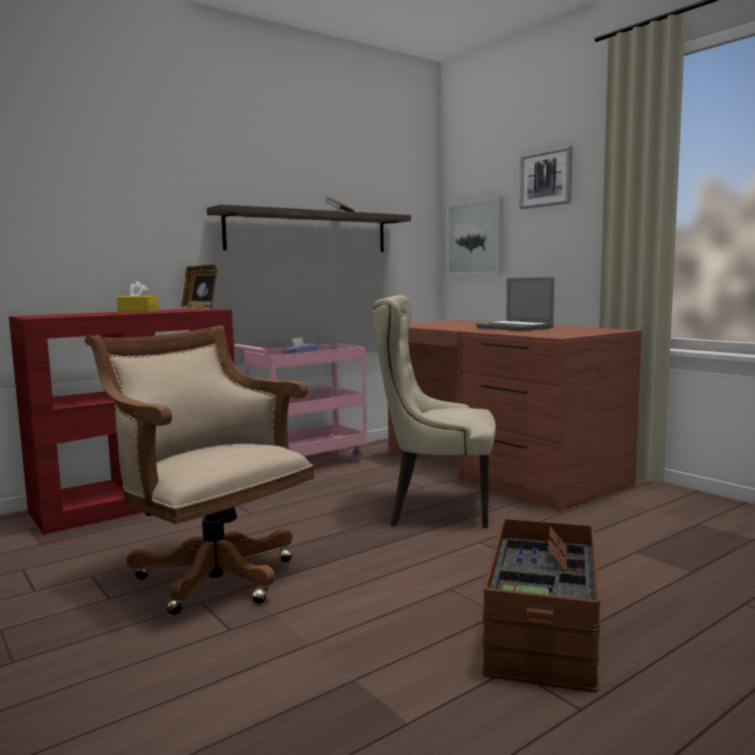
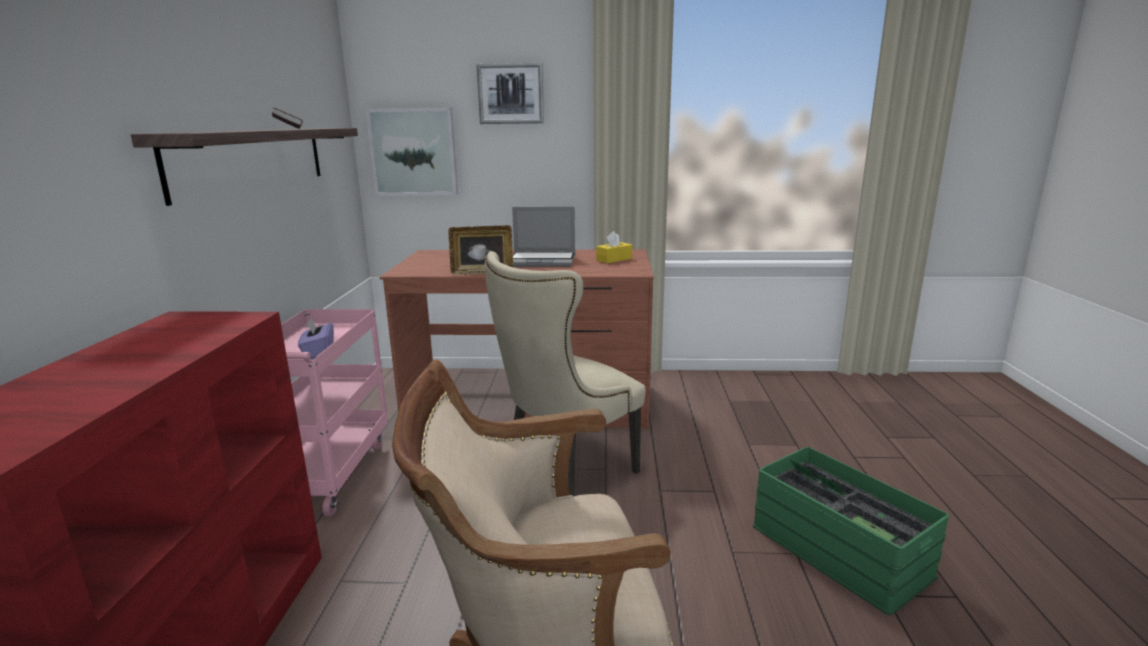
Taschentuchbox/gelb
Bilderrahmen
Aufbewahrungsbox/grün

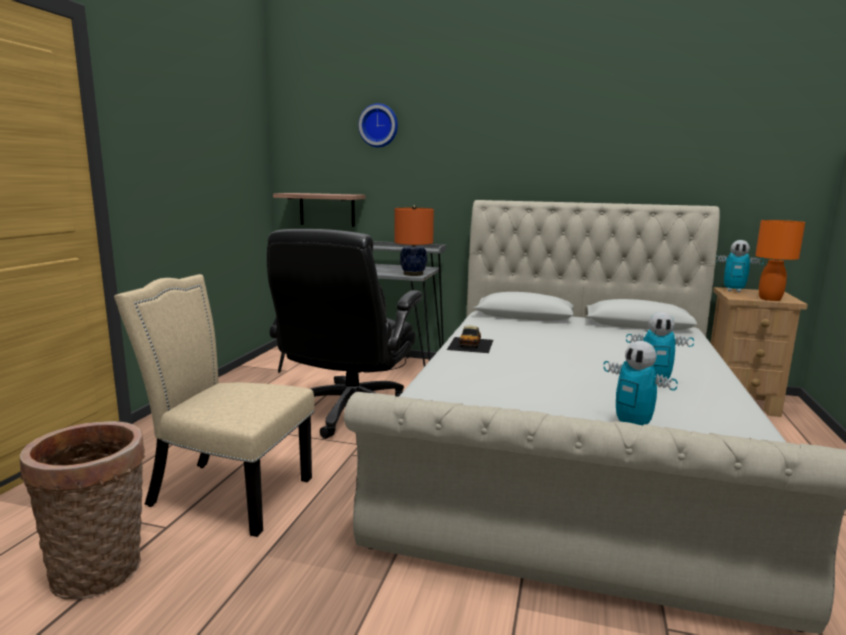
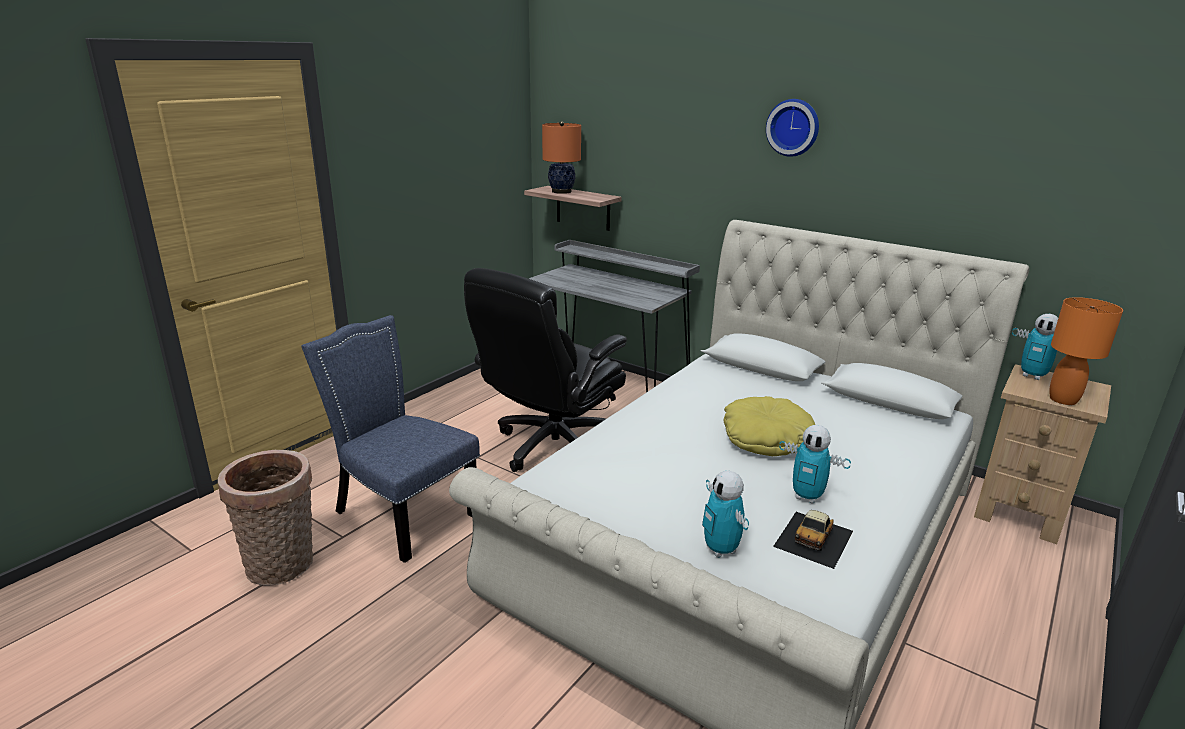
Kissen/gelb
Wanduhr
Tischlampe/orange (no. 1 from left)
Spielzeugauto
Stuhl/blau

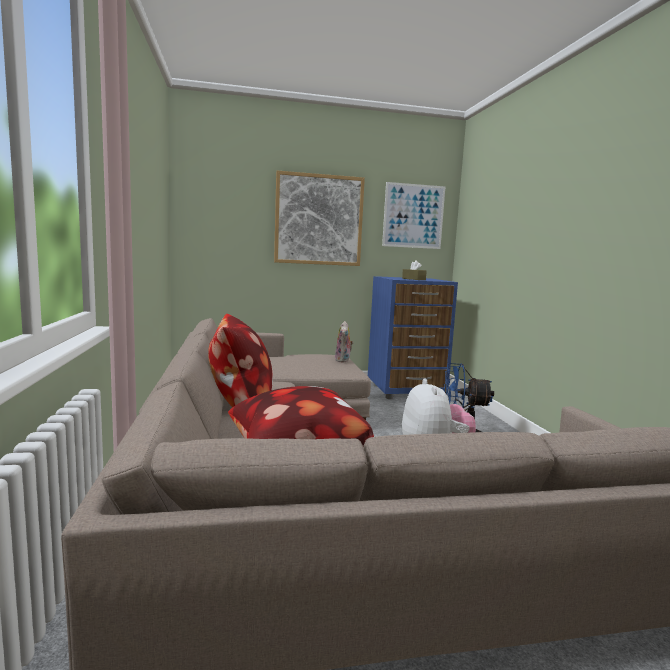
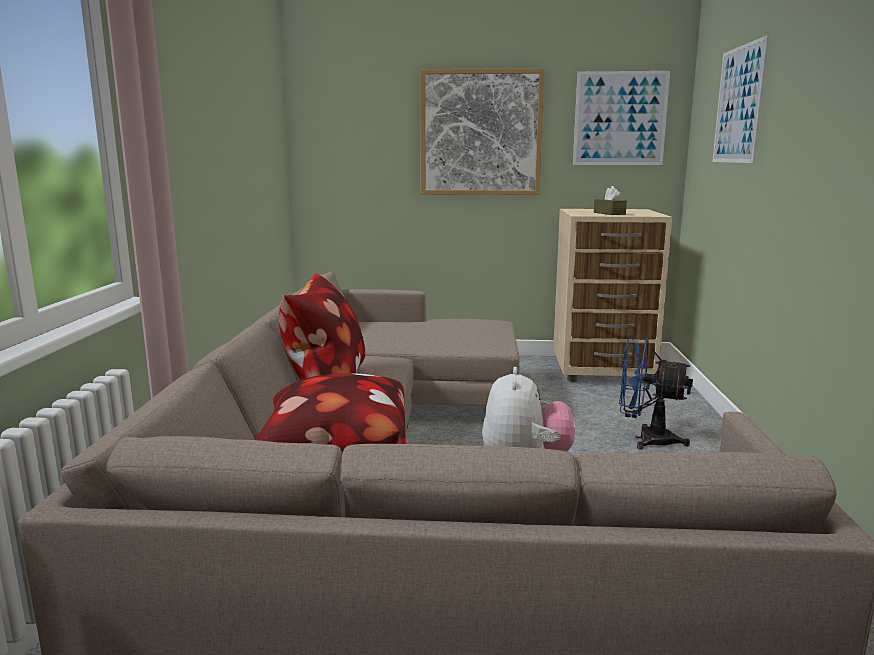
Plüschtier (no. 1 from left in the first image)
Bild (no. 3 from left)
Kommode/beige

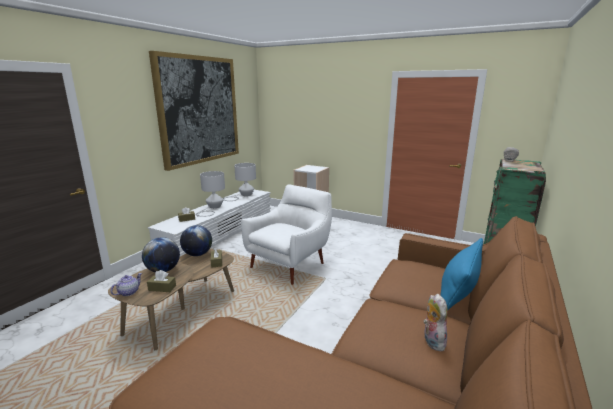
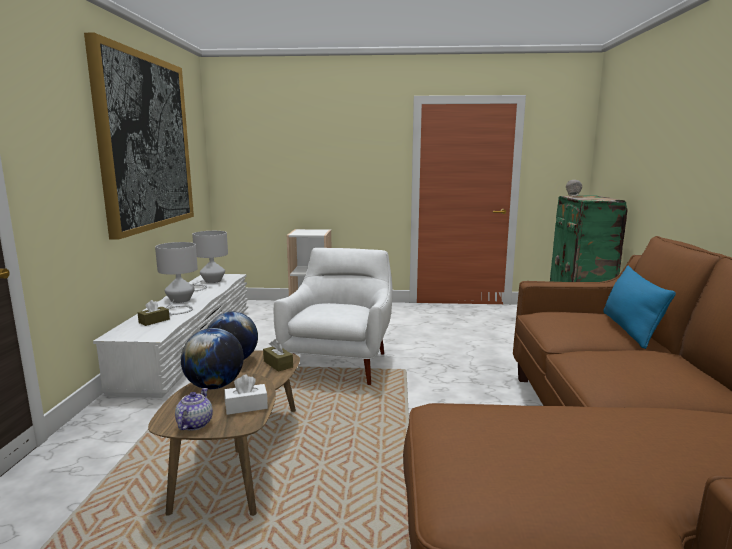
Plüschtier
Taschentuchbox/weiß

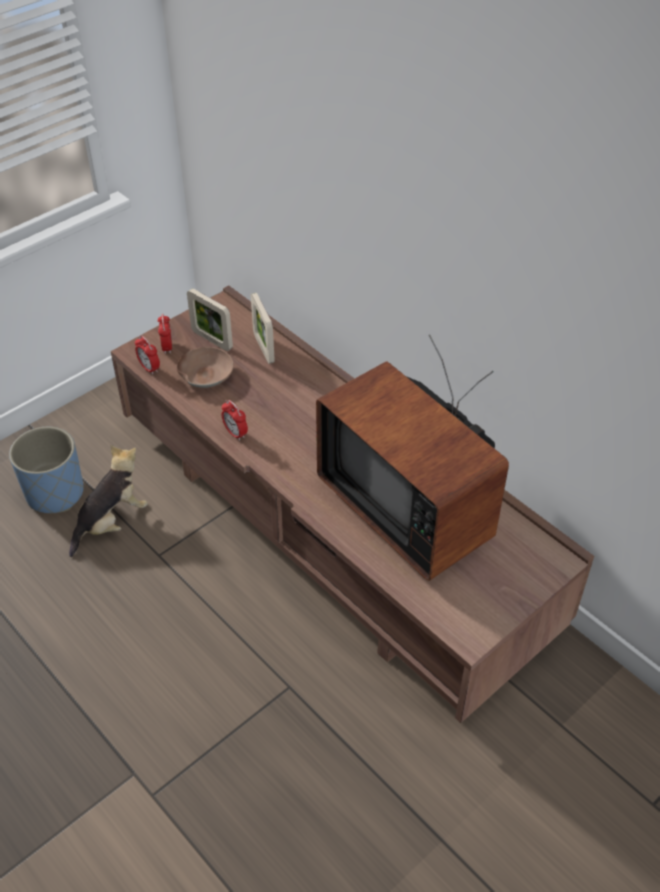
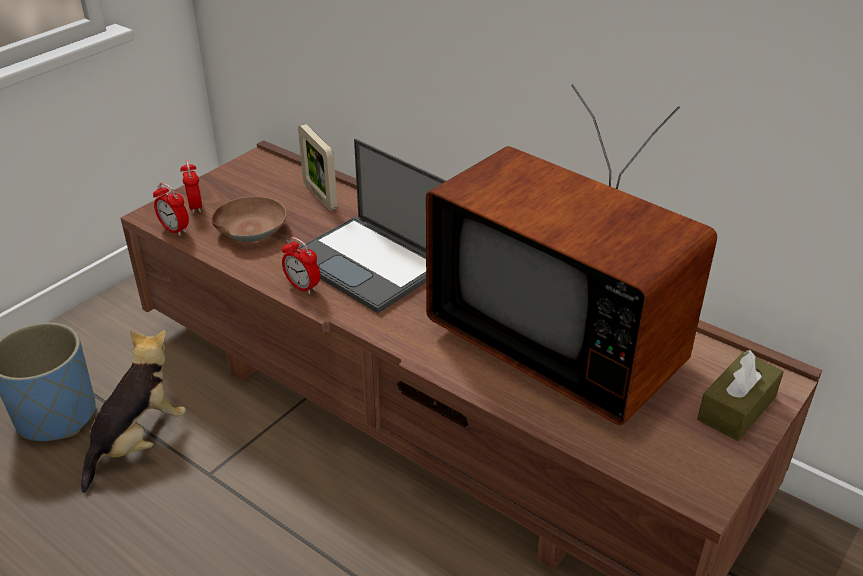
Bilderrahmen (no. 1 from left in the first image)
Laptop
Taschentuchbox/braun

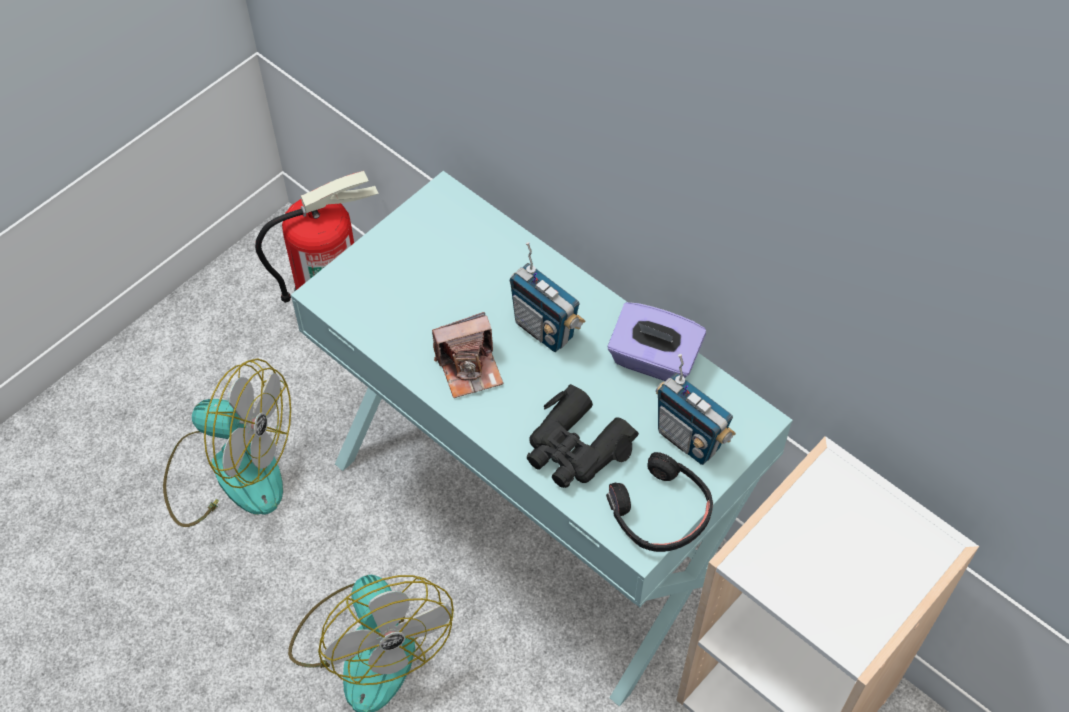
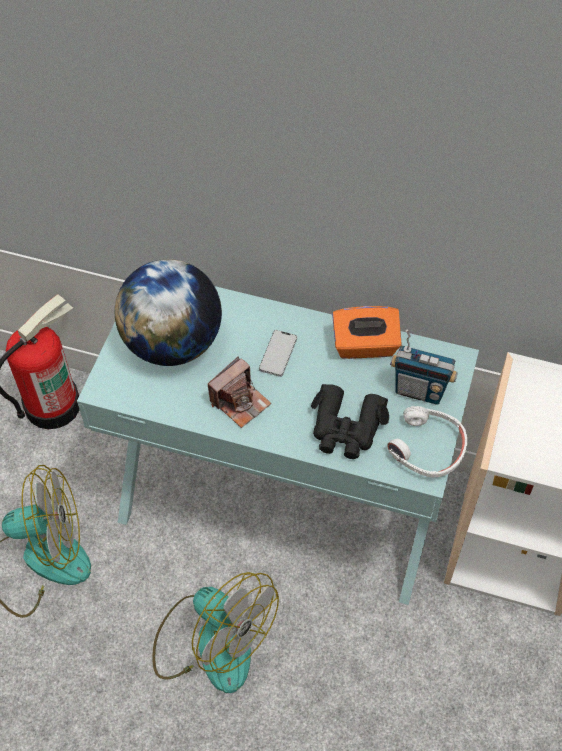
Globus
Handy
Kopfhörer/weiß
Taschentuchbox/orange

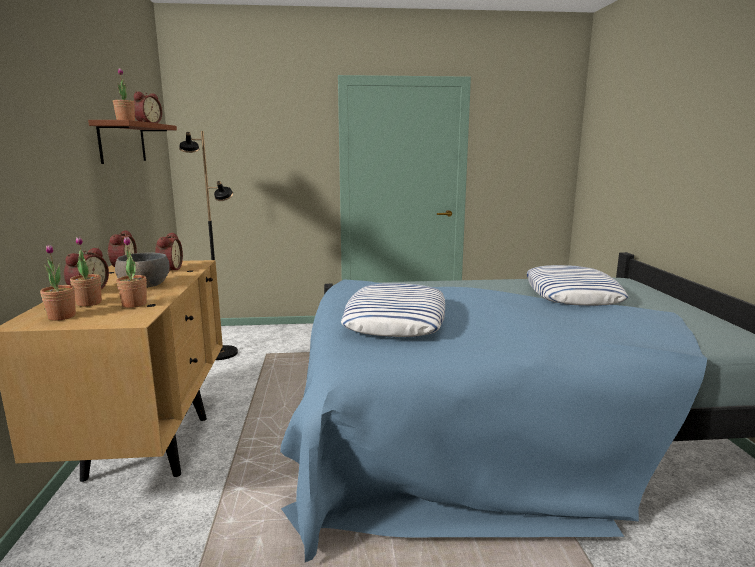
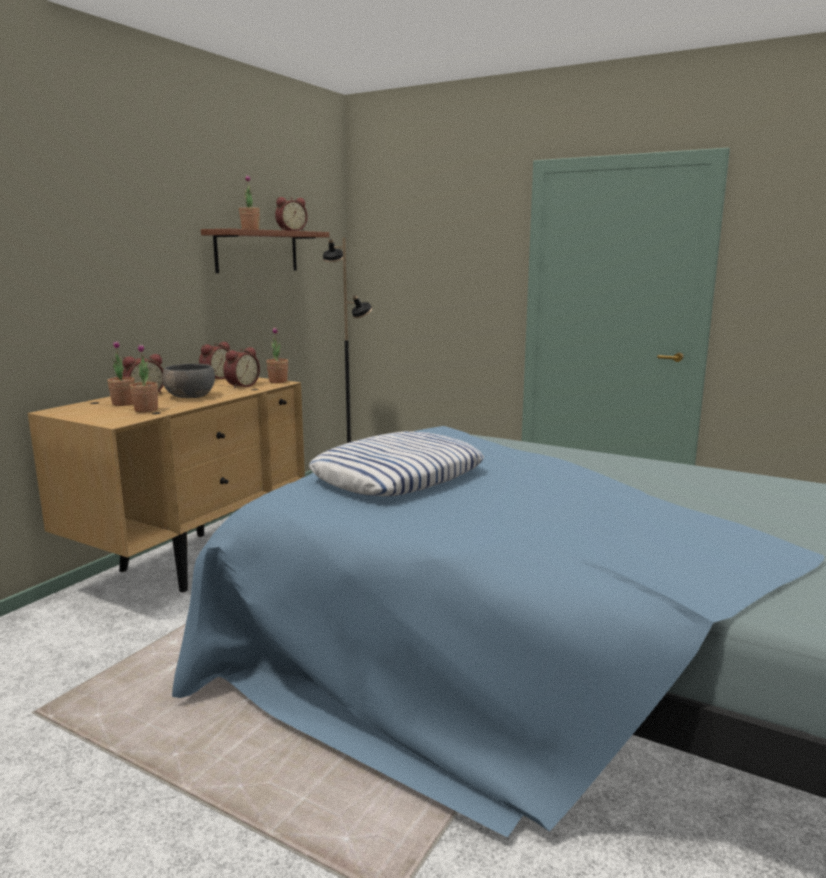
Kissen (no. 2 from left in the first image)
Topfpflanze (no. 4 from left)

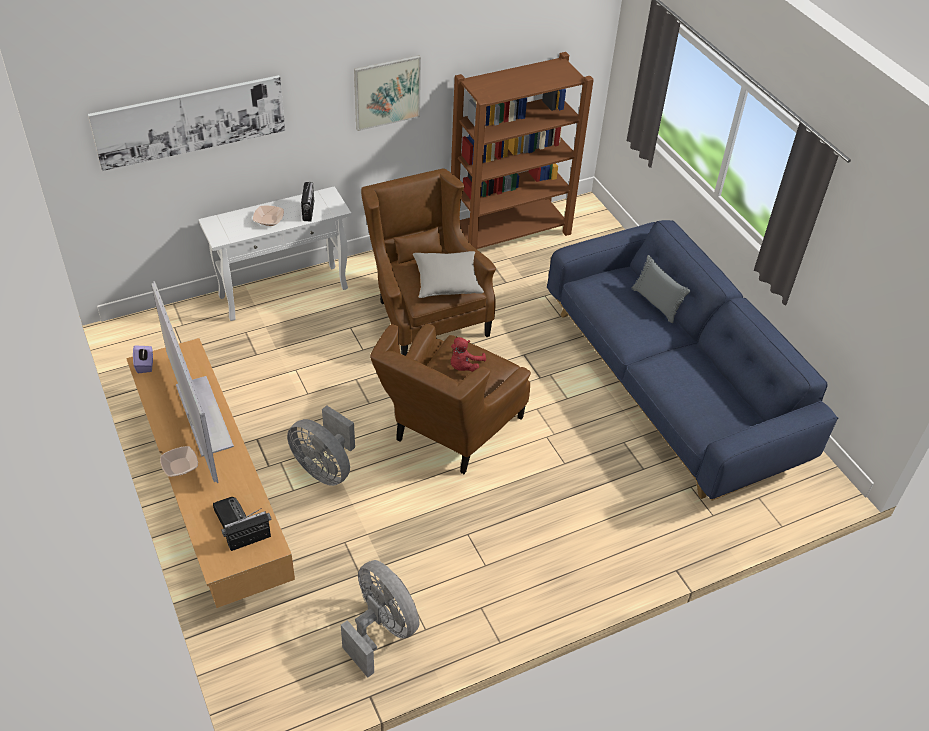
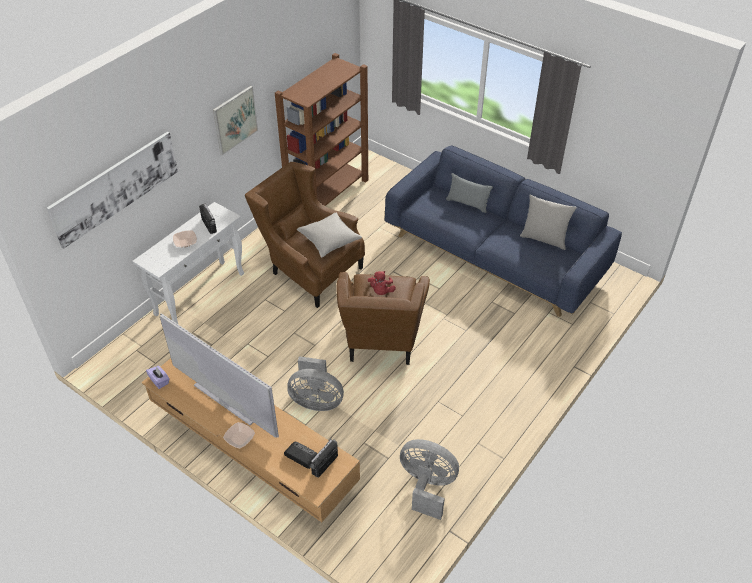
Kissen/grau (no. 3 from left)

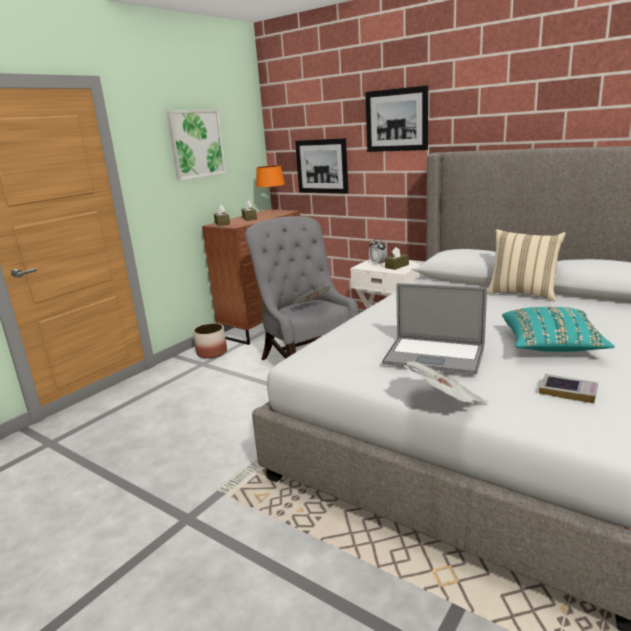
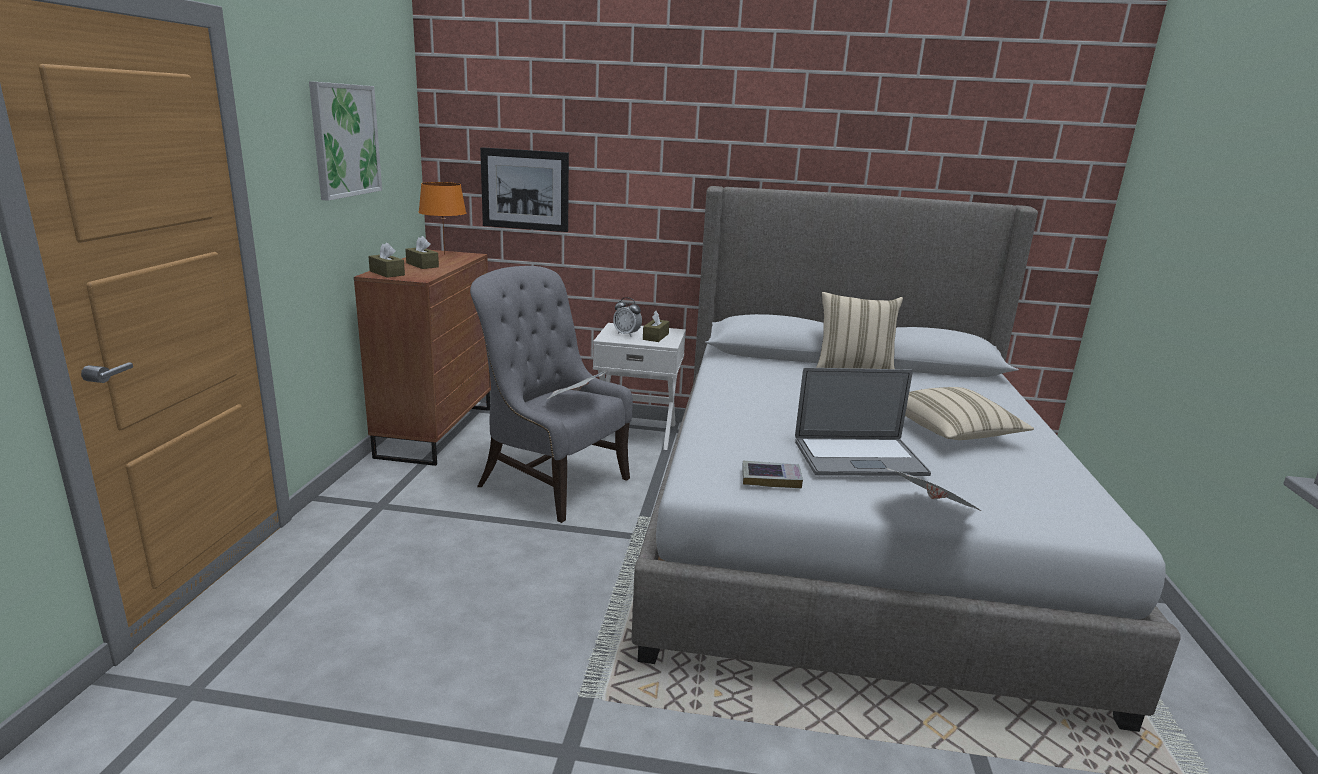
Pflanzkübel
Bild (no. 3 from left in the first image)
Buch
Kissen/beige (no. 2 from left)

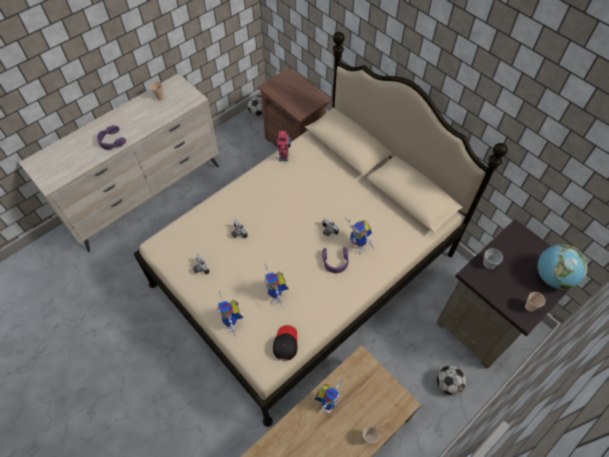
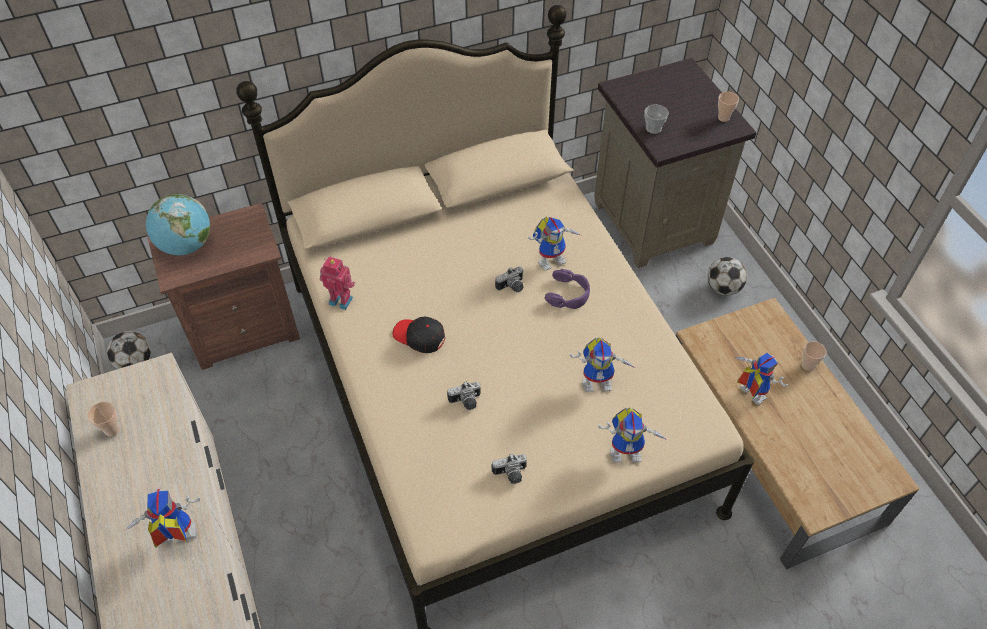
Kappe/schwarz
Globus
Spielzeugroboter (no. 1 from left)

